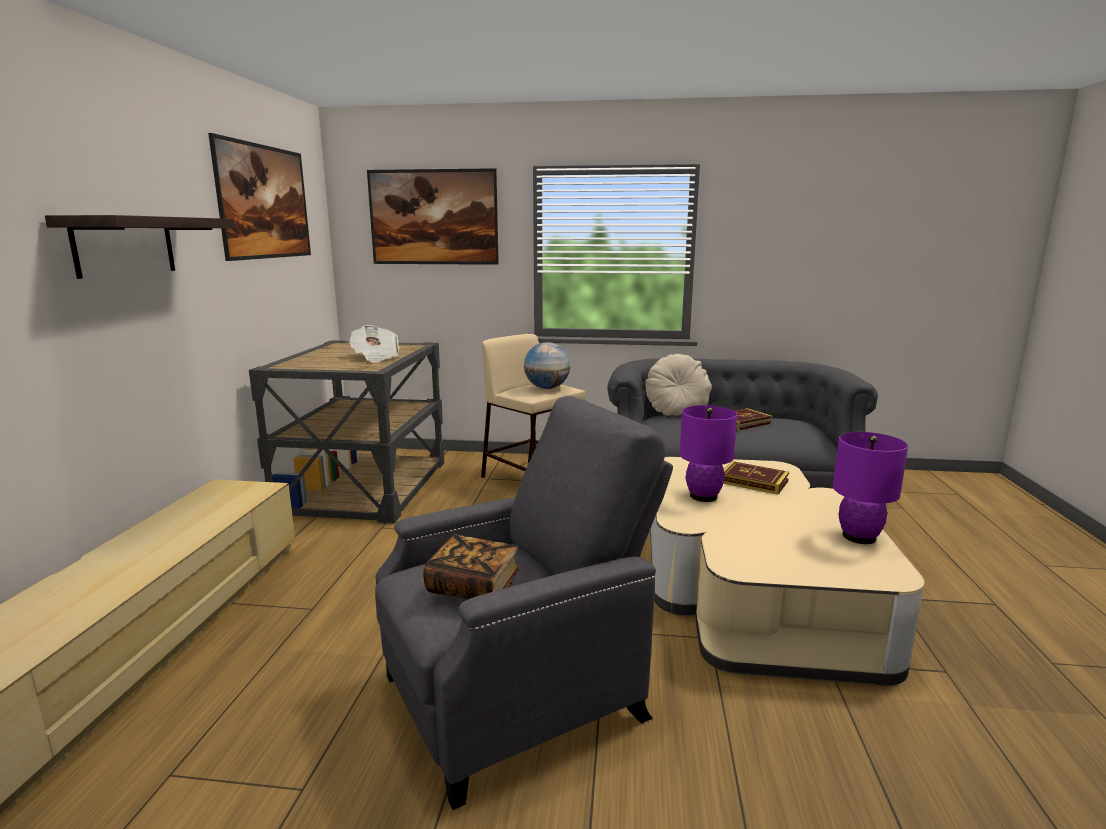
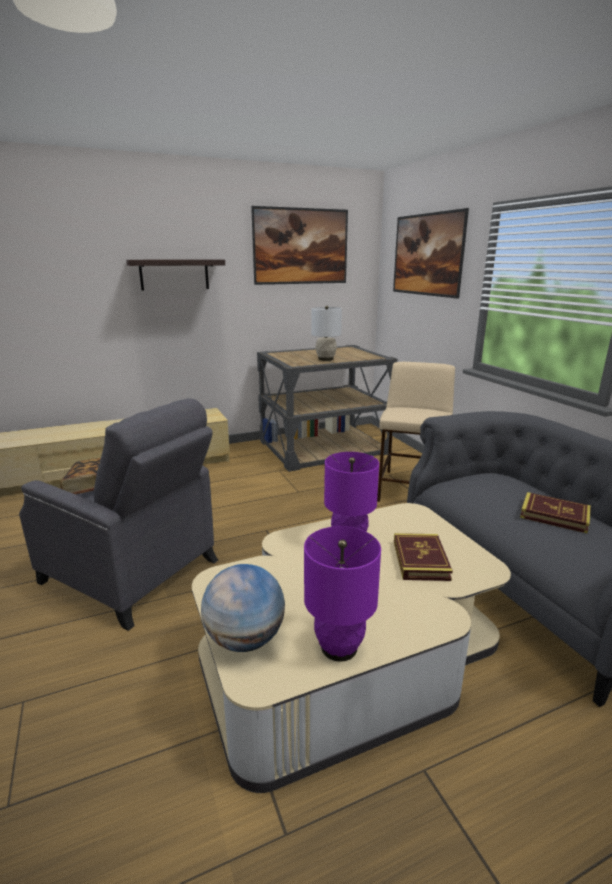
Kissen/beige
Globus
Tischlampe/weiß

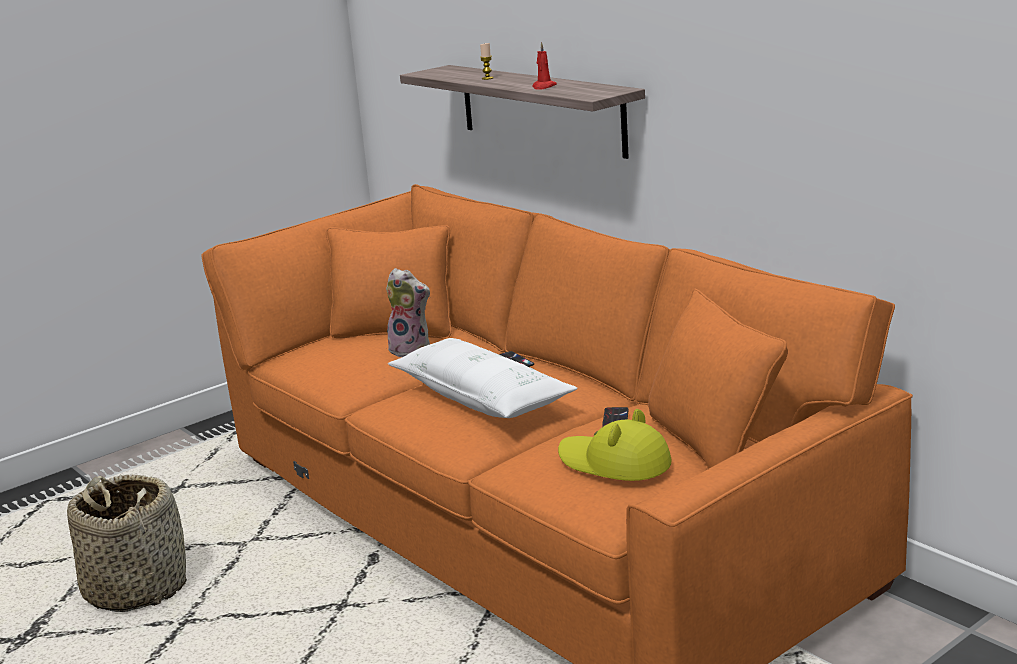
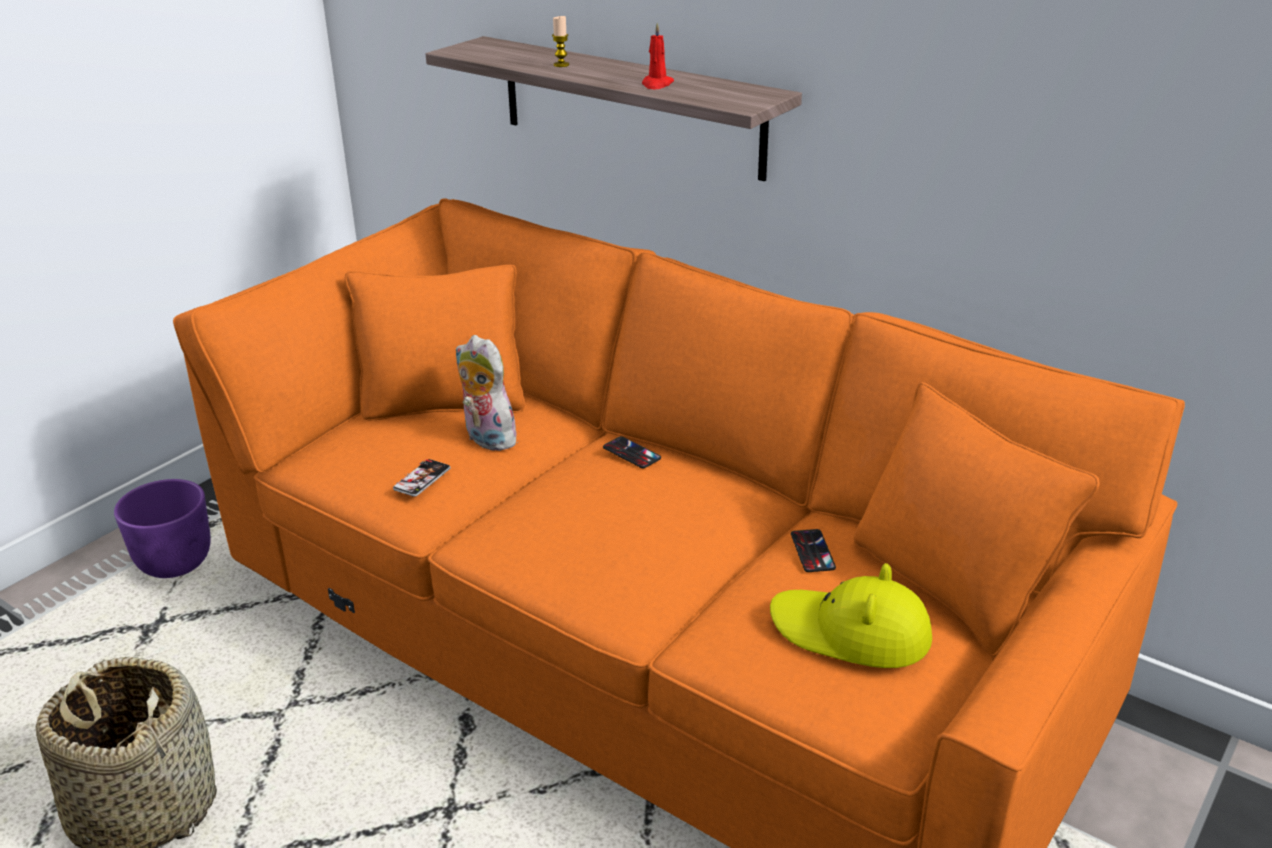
Kissen/weiß
Pflanzkübel/lila
Handy (no. 1 from left)
Plüschtier

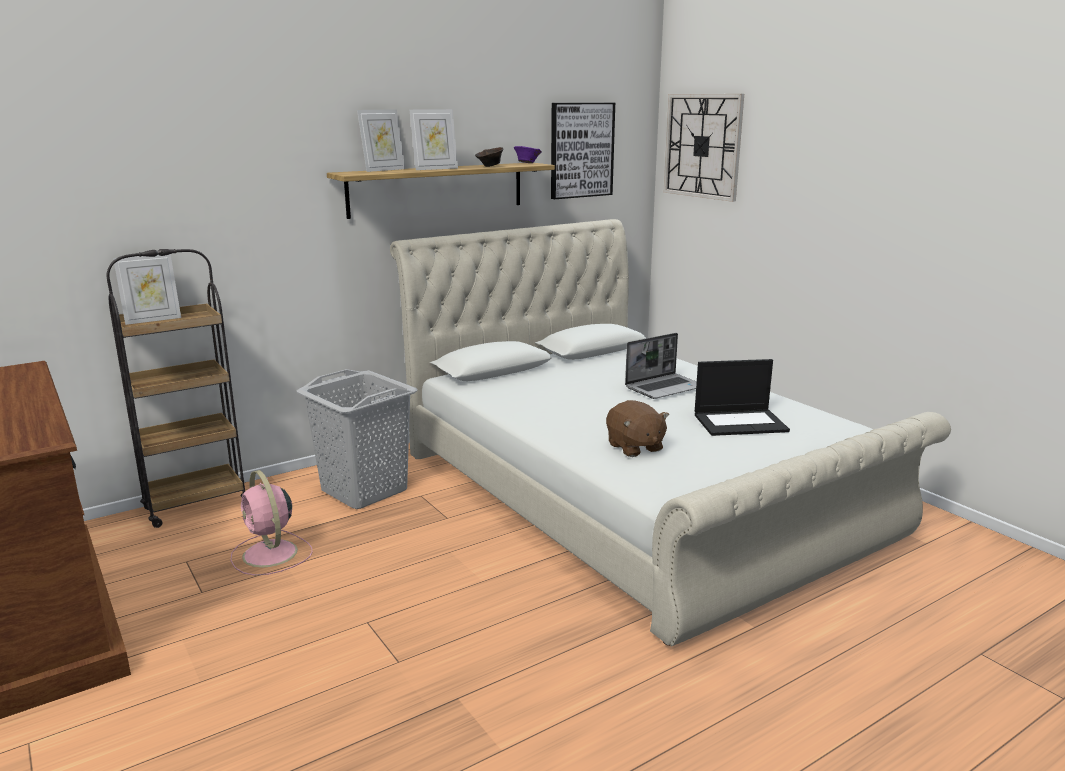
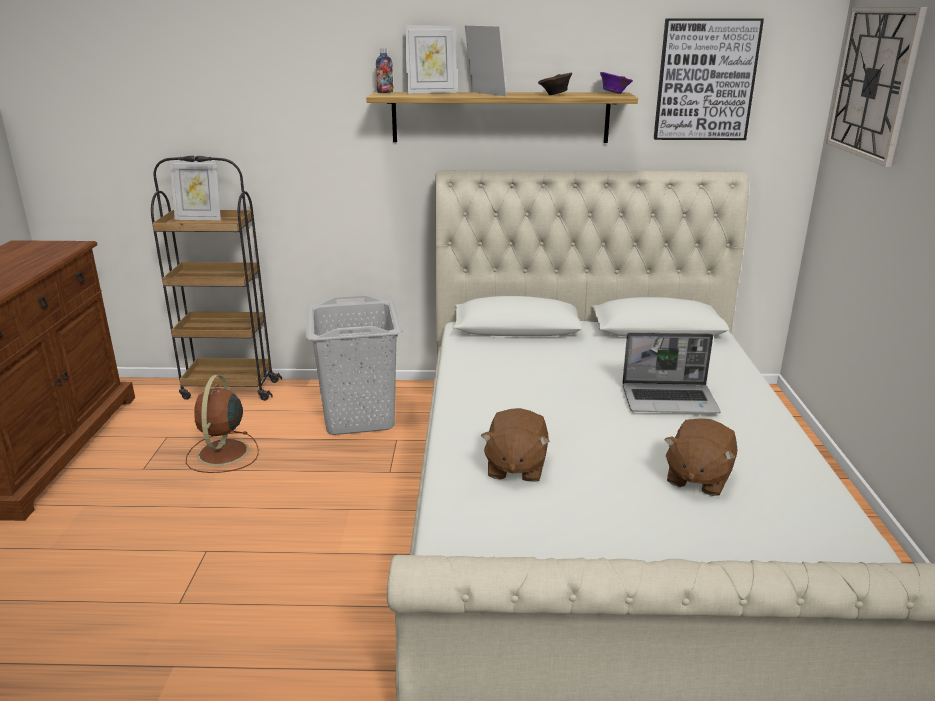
Flasche
Plüschtier/braun (no. 2 from left)
Ventilator/braun
Bilderrahmen (no. 3 from left)

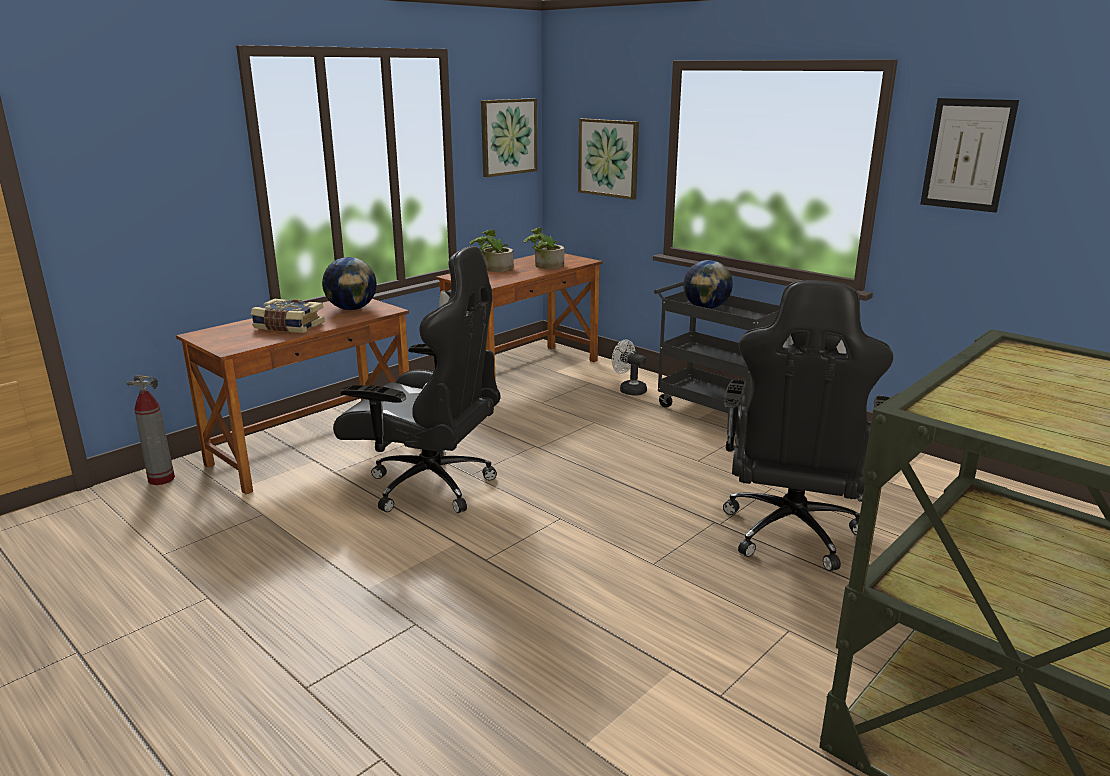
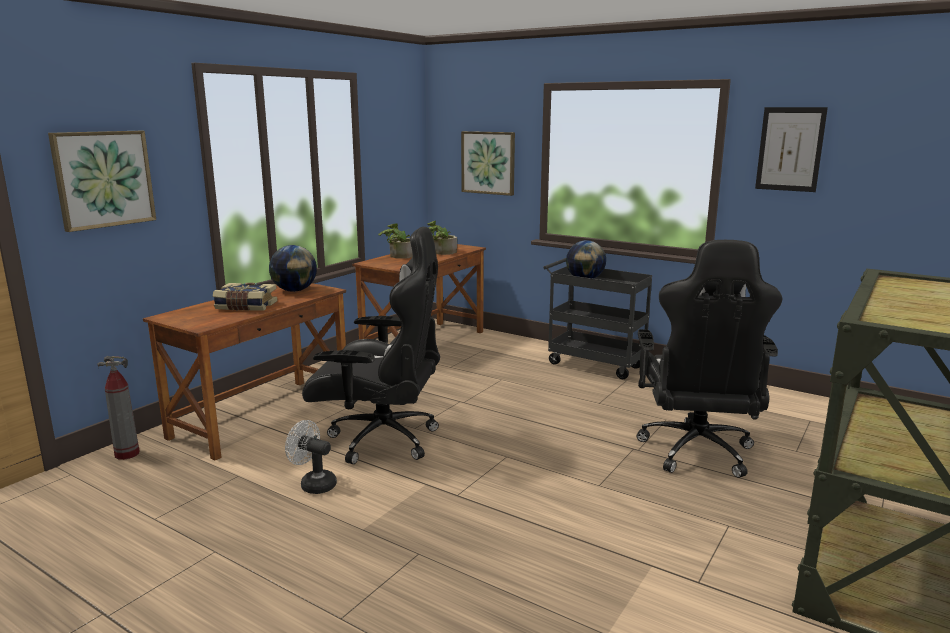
Bild (no. 1 from left)
Ventilator/weiß

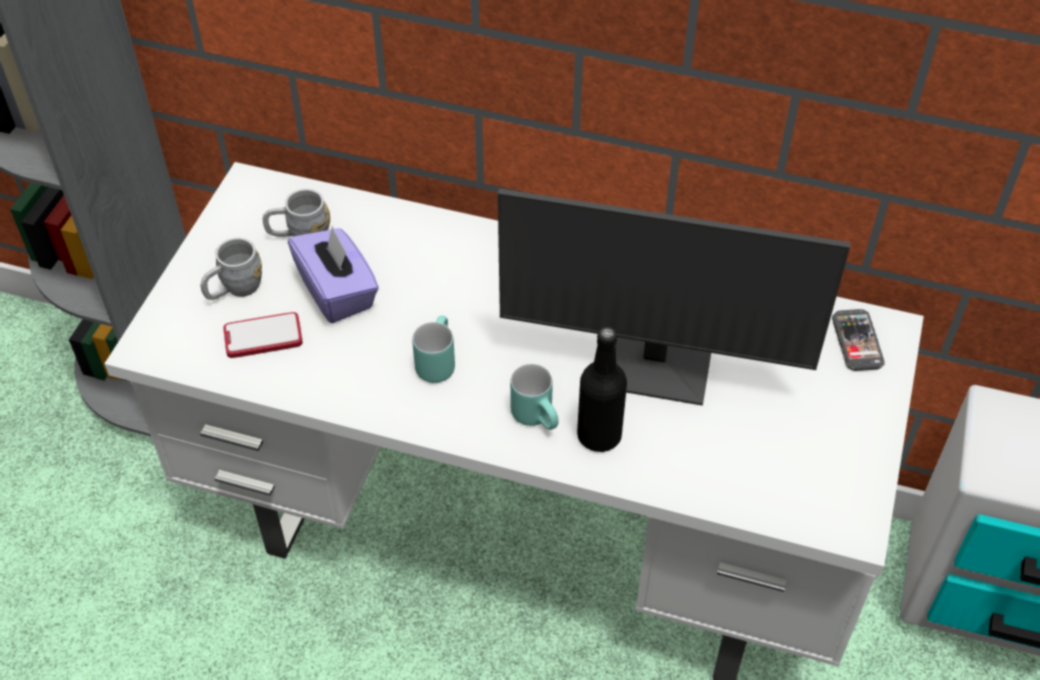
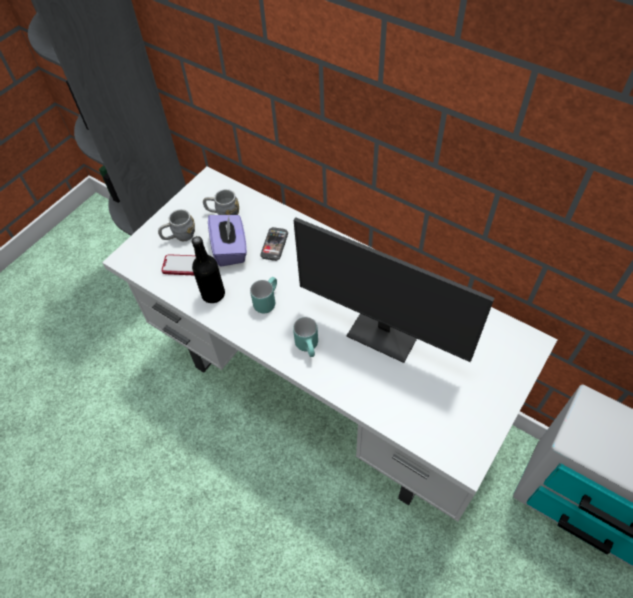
Flasche/schwarz
Handy (no. 2 from left)

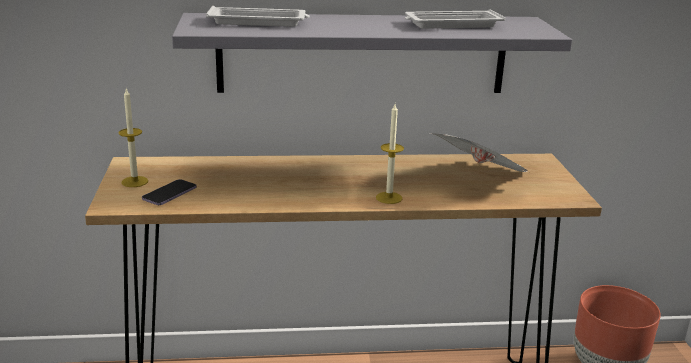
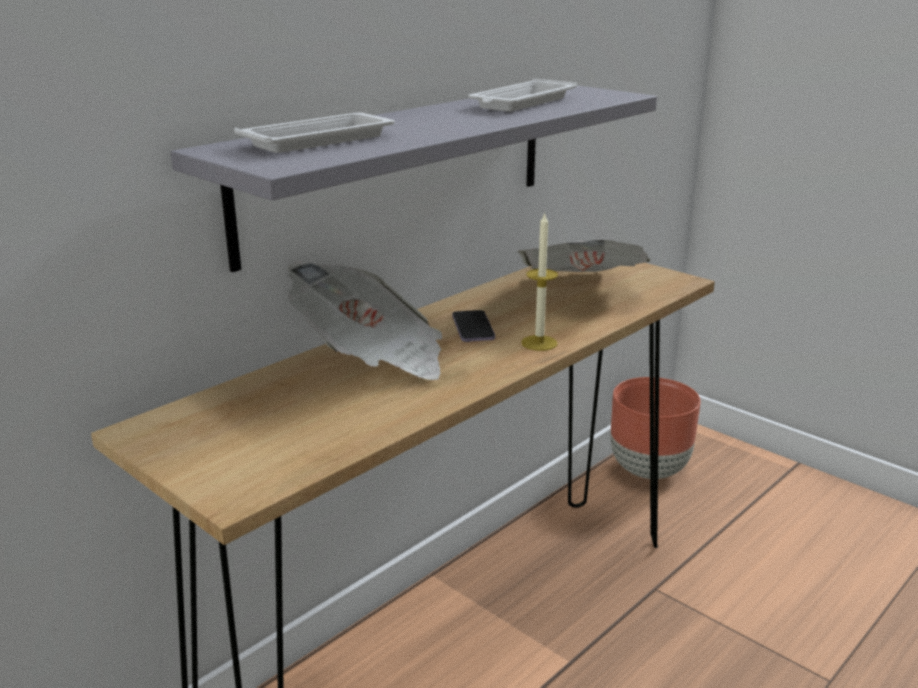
Kerze (no. 1 from left in the first image)
Zeitung (no. 1 from left)
Handy

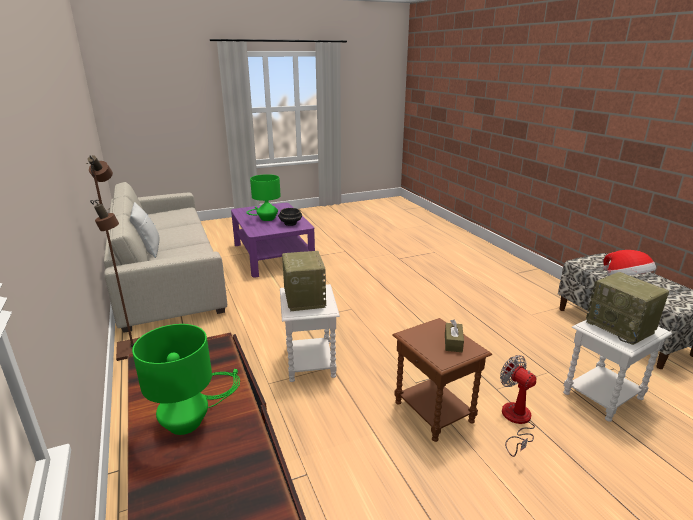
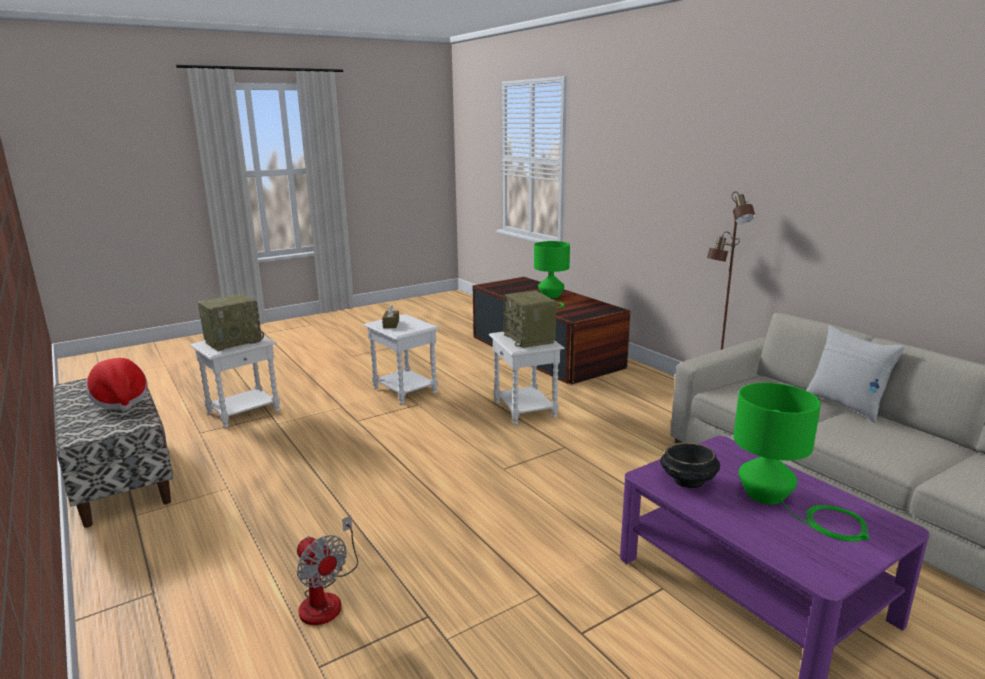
Ventilator
Beistelltisch/weiß (no. 2 from left)
Radio (no. 1 from left)

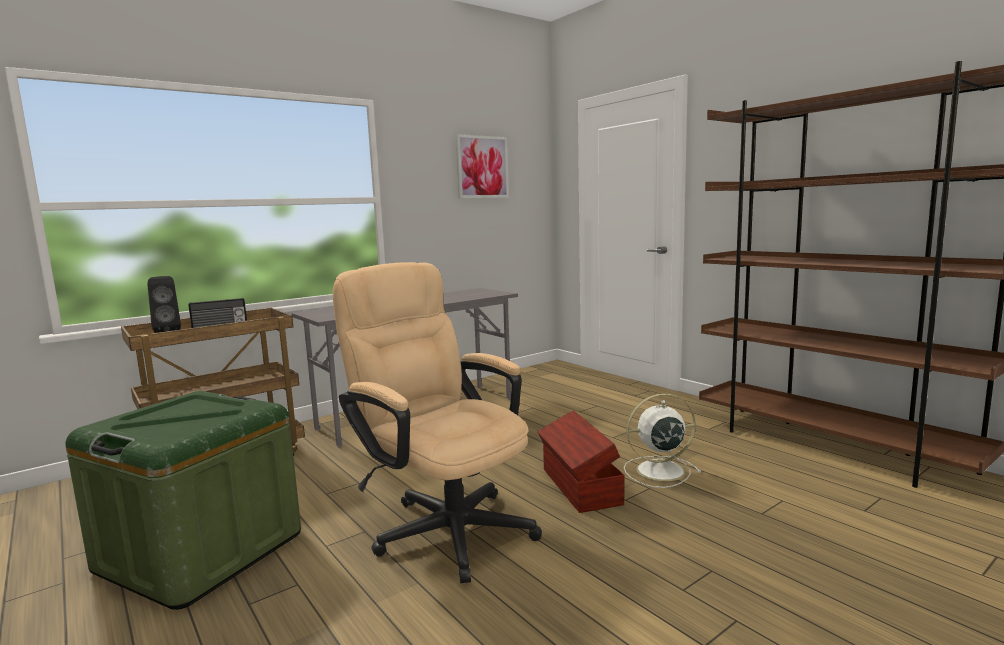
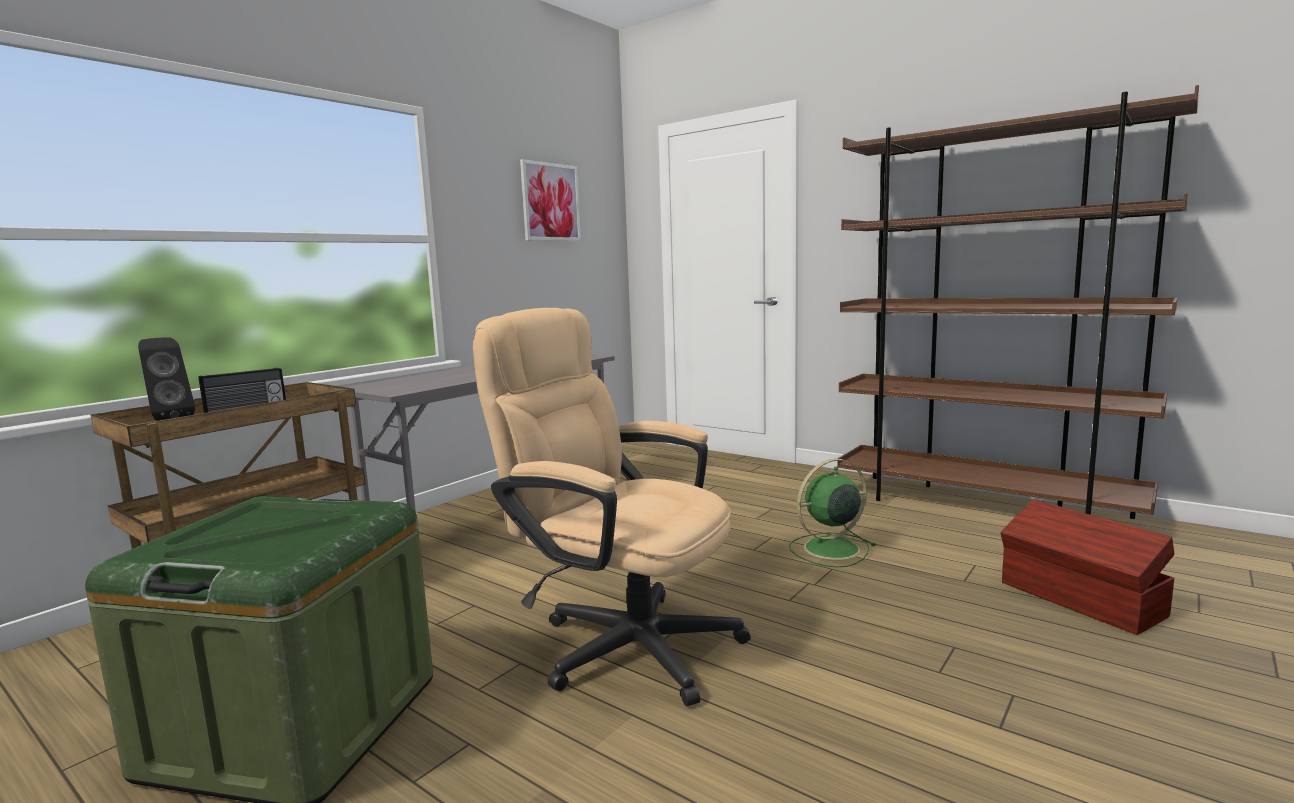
Aufbewahrungsbox/braun
Ventilator/grün

